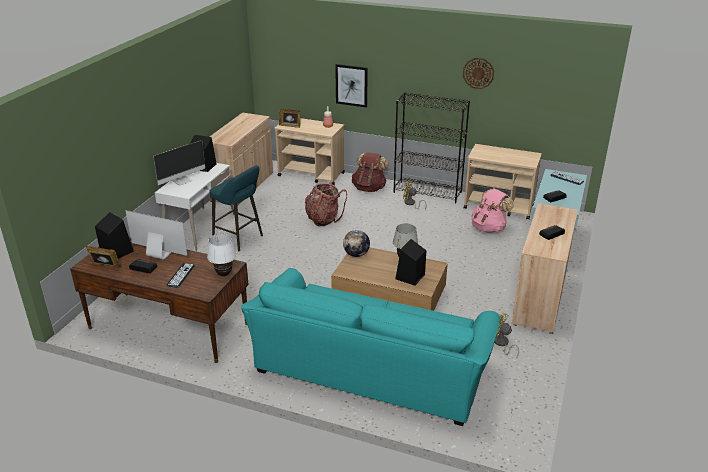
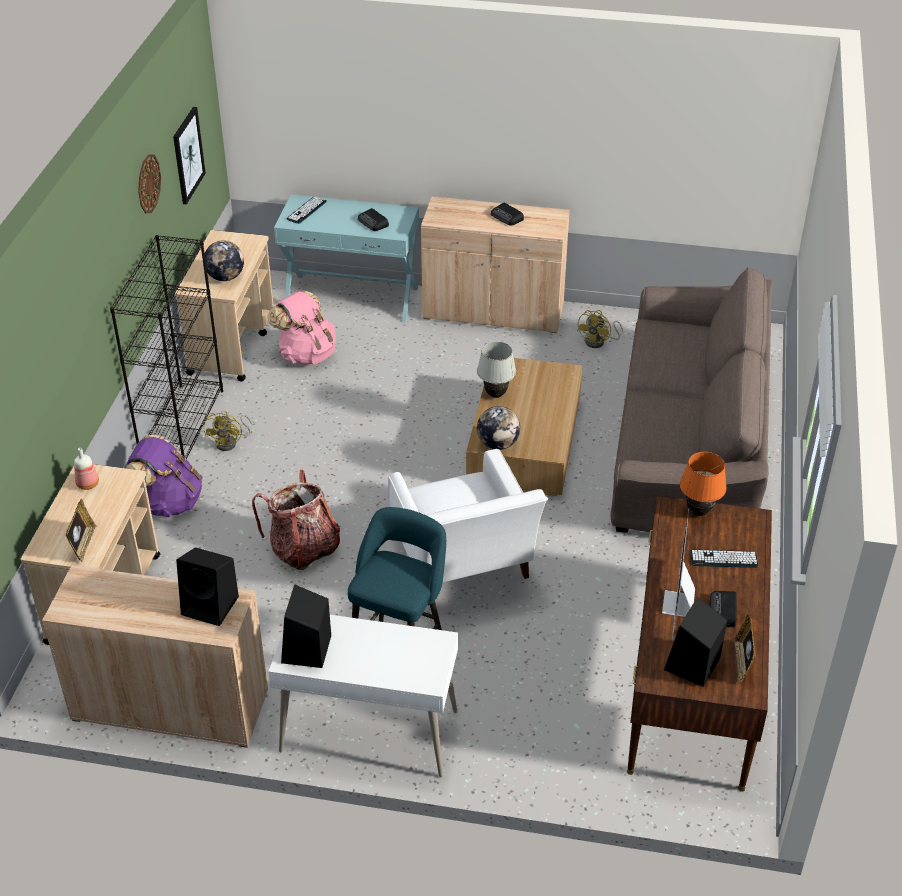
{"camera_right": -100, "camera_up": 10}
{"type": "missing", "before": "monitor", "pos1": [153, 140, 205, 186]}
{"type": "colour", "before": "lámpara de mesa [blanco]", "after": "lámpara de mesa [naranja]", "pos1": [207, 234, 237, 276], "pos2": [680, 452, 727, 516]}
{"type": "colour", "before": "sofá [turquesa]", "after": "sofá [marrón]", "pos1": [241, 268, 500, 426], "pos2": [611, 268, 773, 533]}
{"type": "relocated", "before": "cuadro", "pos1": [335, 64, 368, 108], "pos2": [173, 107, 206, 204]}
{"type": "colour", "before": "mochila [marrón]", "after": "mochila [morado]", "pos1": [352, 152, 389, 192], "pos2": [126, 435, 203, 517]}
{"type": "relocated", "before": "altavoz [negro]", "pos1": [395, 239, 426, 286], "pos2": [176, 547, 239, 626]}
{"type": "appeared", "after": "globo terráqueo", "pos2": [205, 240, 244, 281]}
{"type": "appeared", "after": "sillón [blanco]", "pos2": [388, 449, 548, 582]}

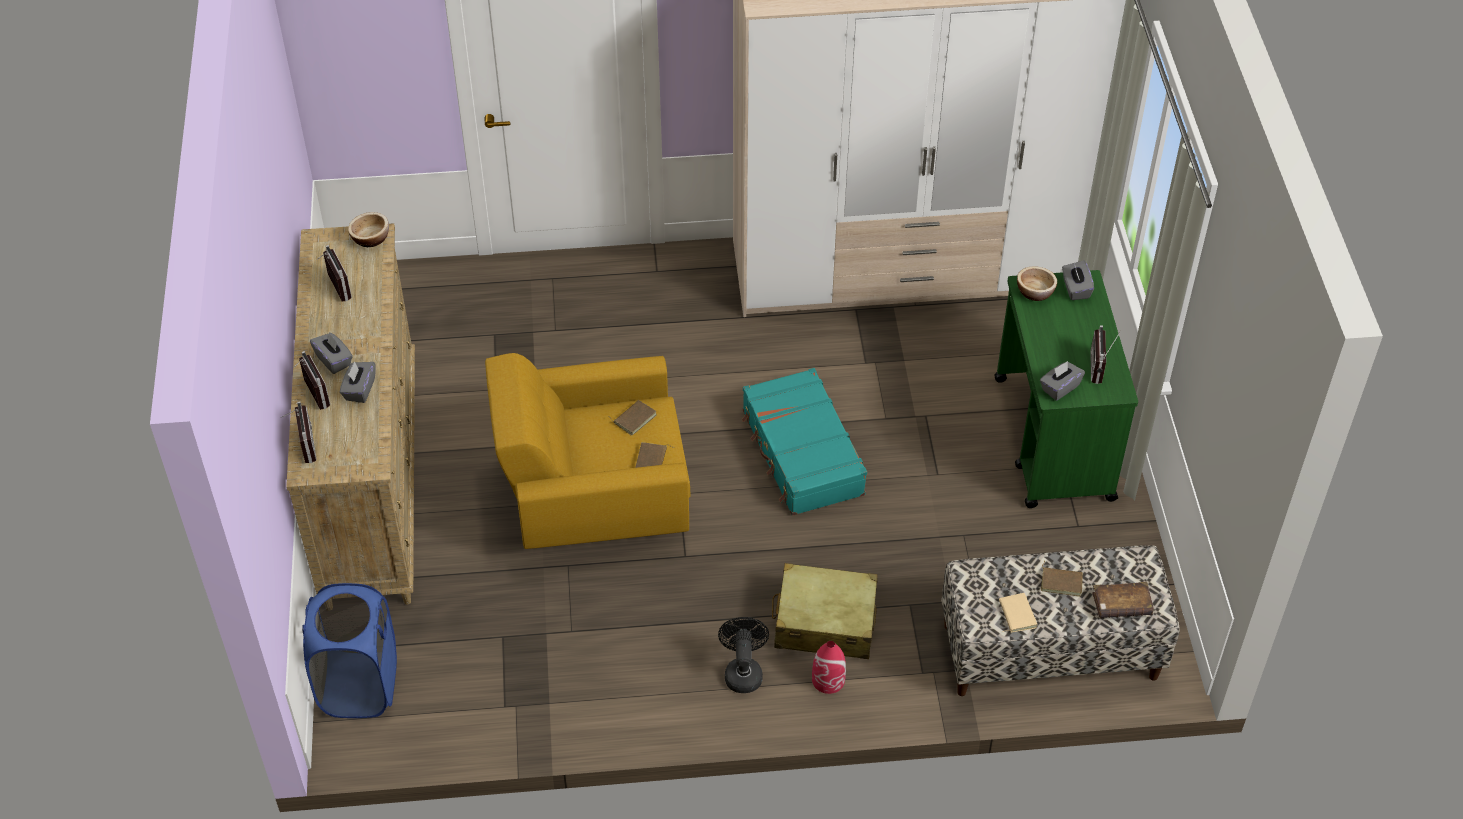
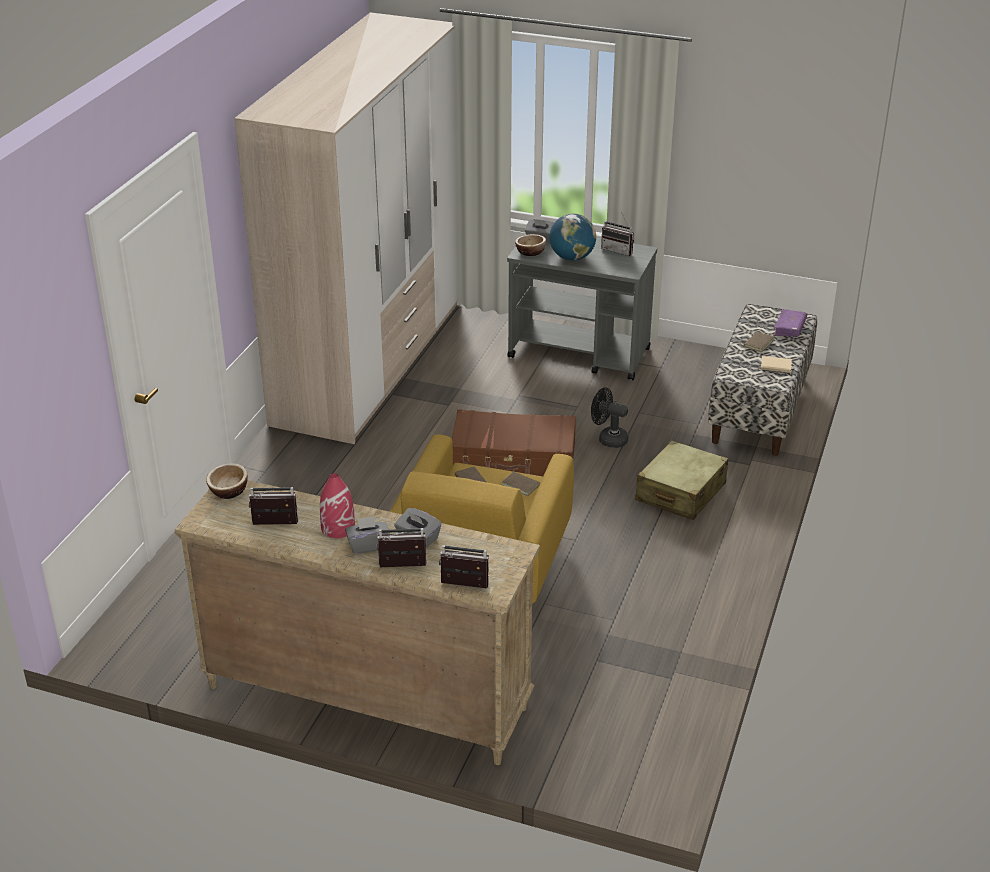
{"camera_right": -65, "camera_up": -15}
{"type": "missing", "before": "cesto de la ropa [azul]", "pos1": [302, 583, 397, 718]}
{"type": "relocated", "before": "ventilador [negro]", "pos1": [718, 617, 769, 693], "pos2": [591, 387, 628, 448]}
{"type": "colour", "before": "maleta [turquesa]", "after": "maleta [marrón]", "pos1": [742, 368, 867, 516], "pos2": [452, 409, 576, 476]}
{"type": "relocated", "before": "florero [rojo]", "pos1": [812, 641, 846, 694], "pos2": [320, 473, 355, 538]}
{"type": "colour", "before": "carrito [verde]", "after": "carrito [gris]", "pos1": [994, 270, 1138, 508], "pos2": [507, 233, 657, 380]}
{"type": "missing", "before": "caja de pañuelos [gris]", "pos1": [1040, 361, 1085, 401]}
{"type": "colour", "before": "libro [marrón]", "after": "libro [morado]", "pos1": [1092, 582, 1154, 618], "pos2": [774, 309, 807, 337]}
{"type": "appeared", "after": "globo terráqueo", "pos2": [550, 214, 596, 261]}

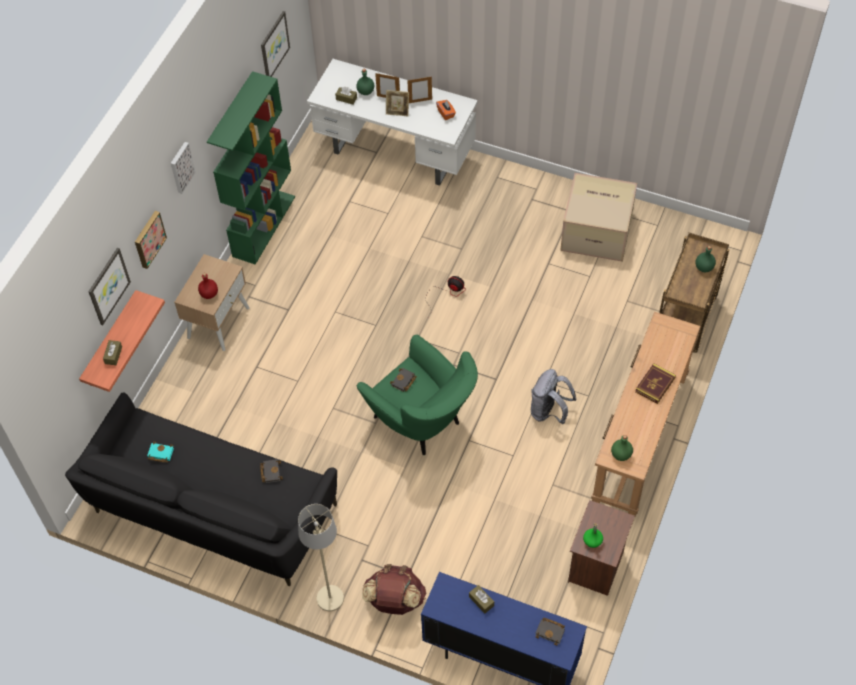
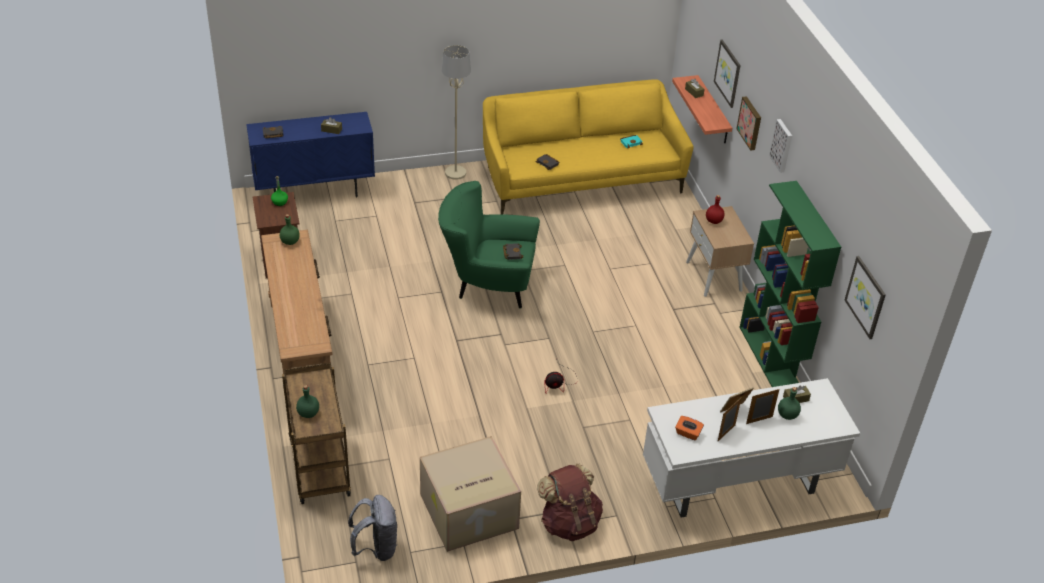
{"camera_right": 140, "camera_up": -15}
{"type": "colour", "before": "sofá [negro]", "after": "sofá [amarillo]", "pos1": [65, 393, 337, 586], "pos2": [483, 79, 694, 214]}
{"type": "relocated", "before": "mochila [marrón]", "pos1": [362, 564, 426, 615], "pos2": [537, 464, 603, 541]}
{"type": "relocated", "before": "mochila [gris]", "pos1": [531, 369, 576, 424], "pos2": [348, 495, 397, 561]}
{"type": "missing", "before": "libro", "pos1": [635, 363, 676, 404]}

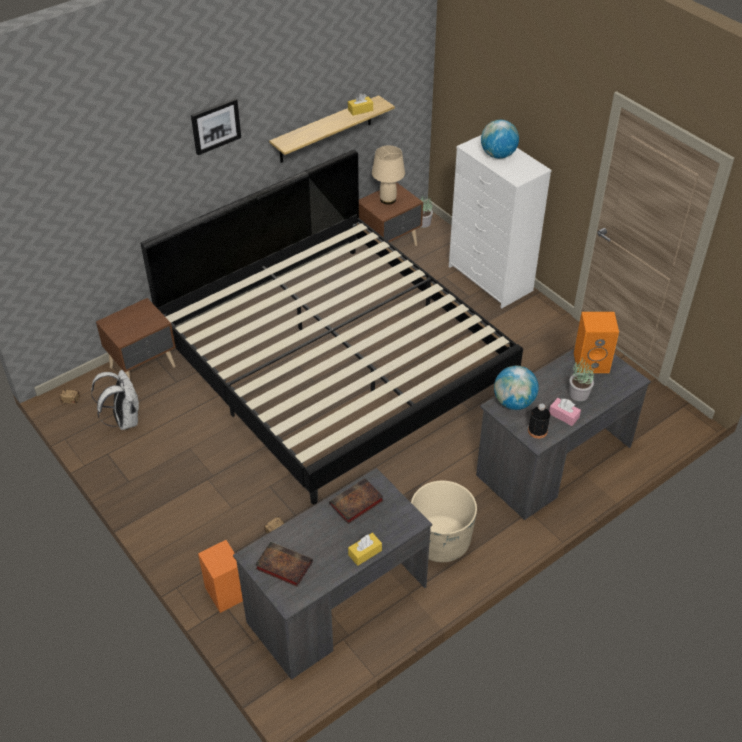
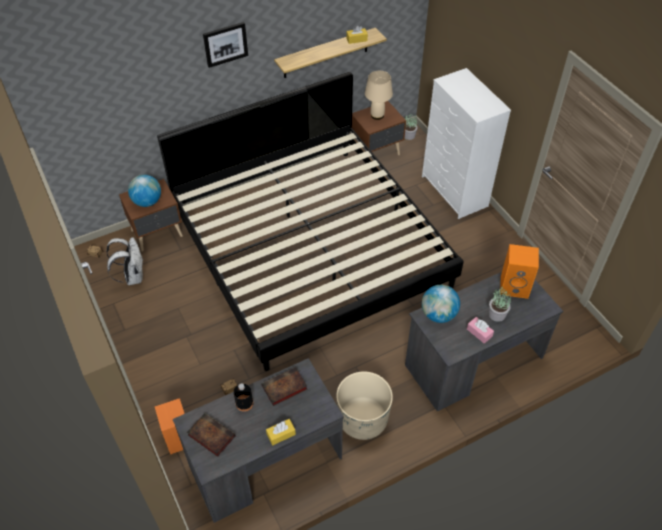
{"camera_right": 10, "camera_up": 5}
{"type": "relocated", "before": "globo terráqueo", "pos1": [481, 120, 519, 159], "pos2": [128, 175, 161, 207]}
{"type": "relocated", "before": "botella [negro]", "pos1": [528, 404, 550, 439], "pos2": [234, 384, 254, 412]}

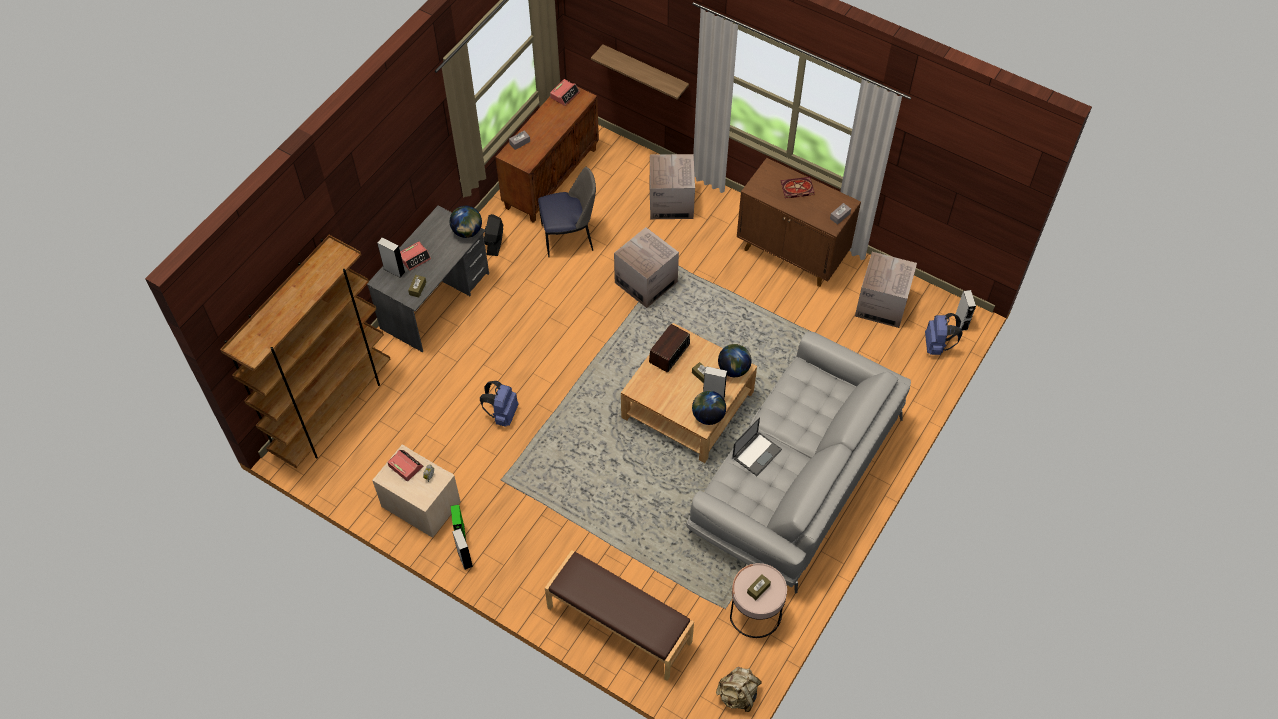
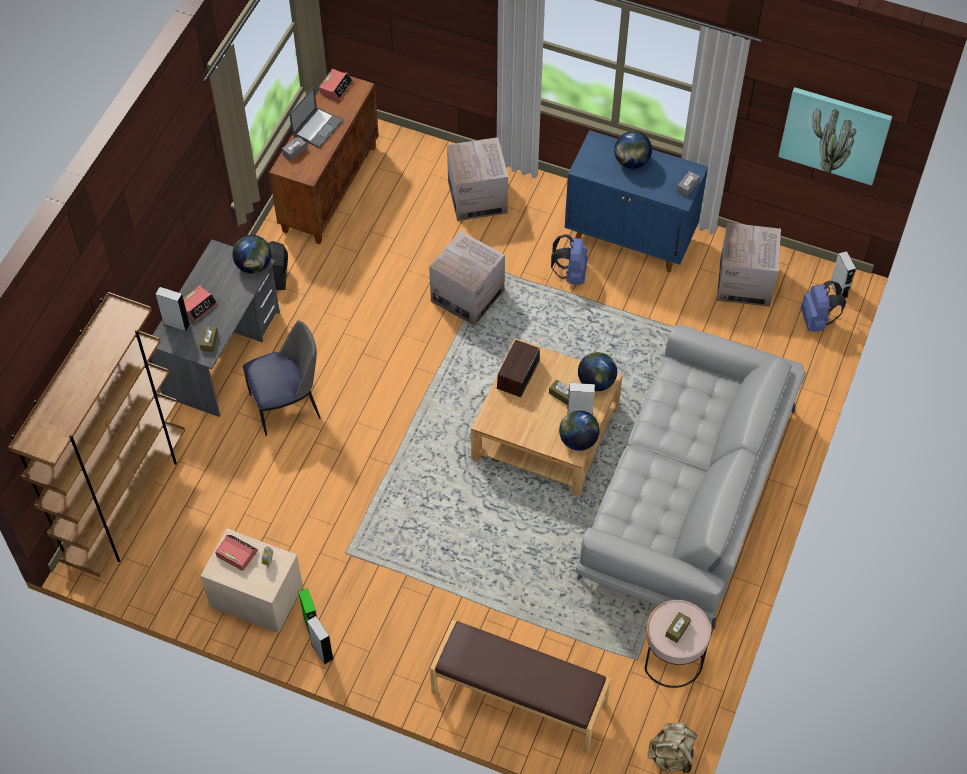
{"camera_right": -10, "camera_up": 0}
{"type": "relocated", "before": "mochila [azul]", "pos1": [480, 381, 519, 427], "pos2": [551, 234, 587, 285]}
{"type": "relocated", "before": "silla", "pos1": [538, 167, 596, 257], "pos2": [243, 320, 321, 436]}
{"type": "missing", "before": "estante", "pos1": [591, 44, 689, 99]}
{"type": "relocated", "before": "portátil", "pos1": [732, 417, 782, 476], "pos2": [289, 87, 343, 148]}
{"type": "colour", "before": "armario [marrón]", "after": "armario [azul]", "pos1": [737, 158, 861, 287], "pos2": [565, 130, 708, 272]}
{"type": "exchanged", "before": "libro", "after": "globo terráqueo", "pos1": [781, 177, 815, 198], "pos2": [614, 131, 652, 169]}
{"type": "appeared", "after": "cuadro", "pos2": [778, 87, 892, 185]}

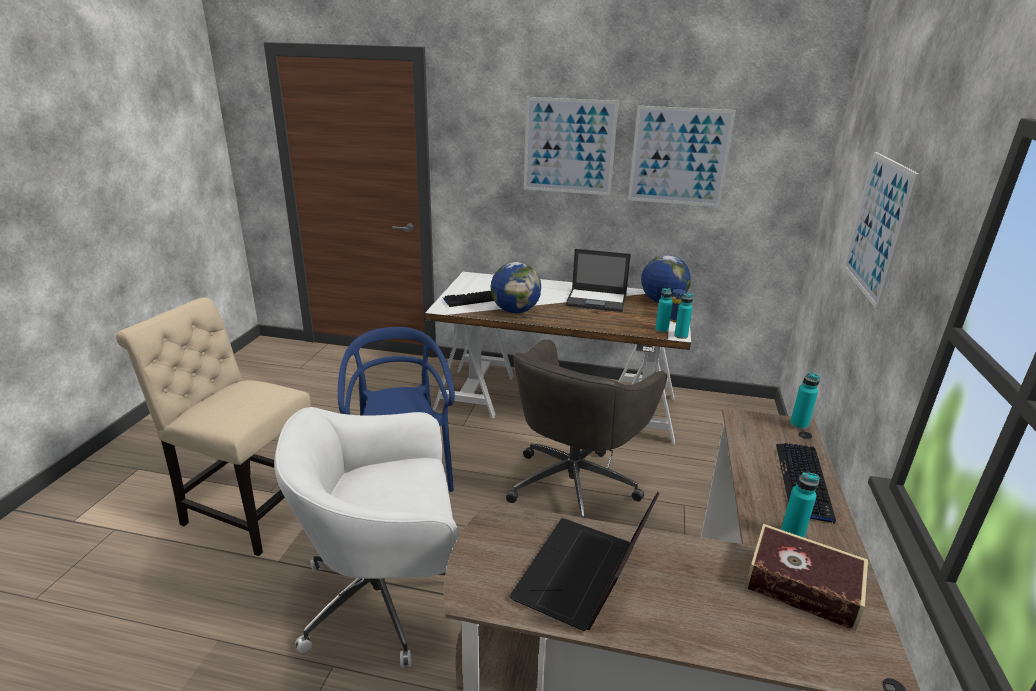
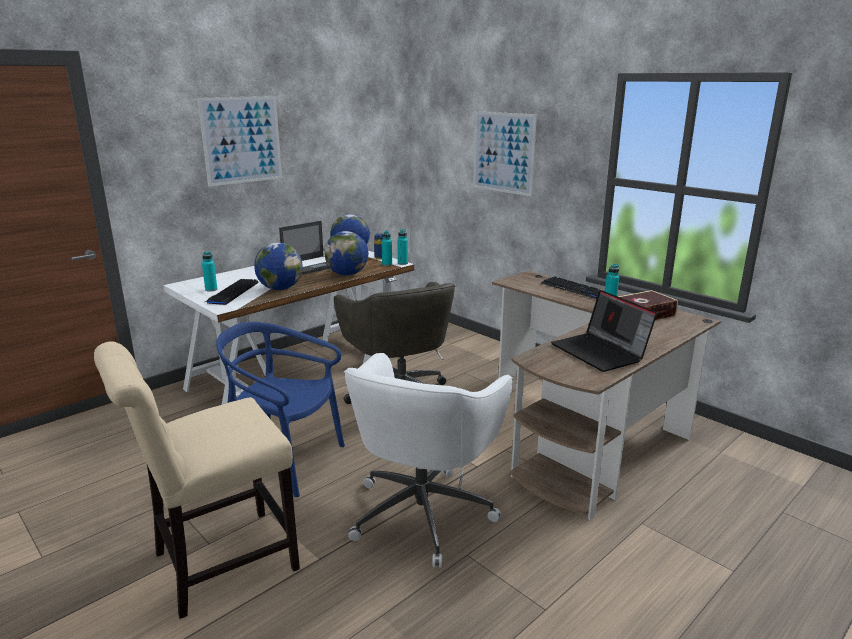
{"camera_right": -55, "camera_up": -5}
{"type": "missing", "before": "cuadro", "pos1": [628, 106, 736, 207]}
{"type": "relocated", "before": "botella [turquesa]", "pos1": [790, 372, 820, 429], "pos2": [202, 251, 217, 292]}
{"type": "appeared", "after": "globo terráqueo", "pos2": [324, 231, 369, 276]}

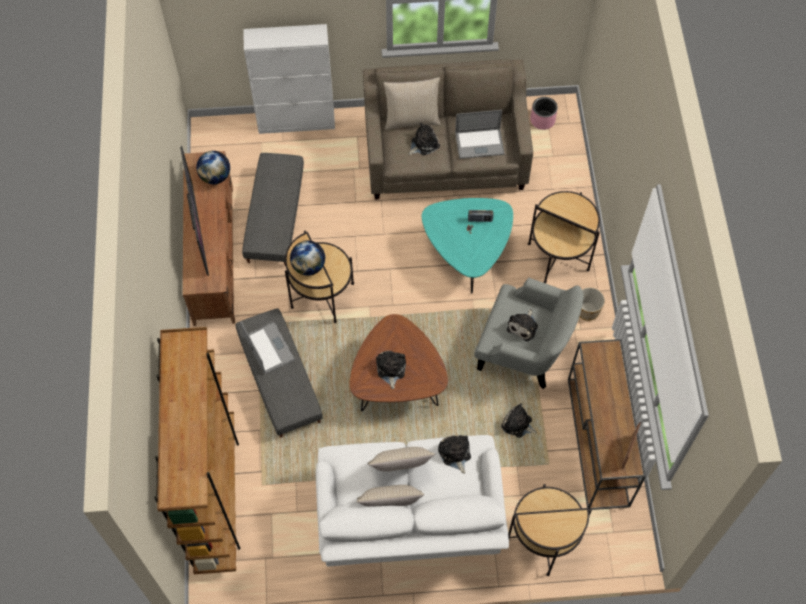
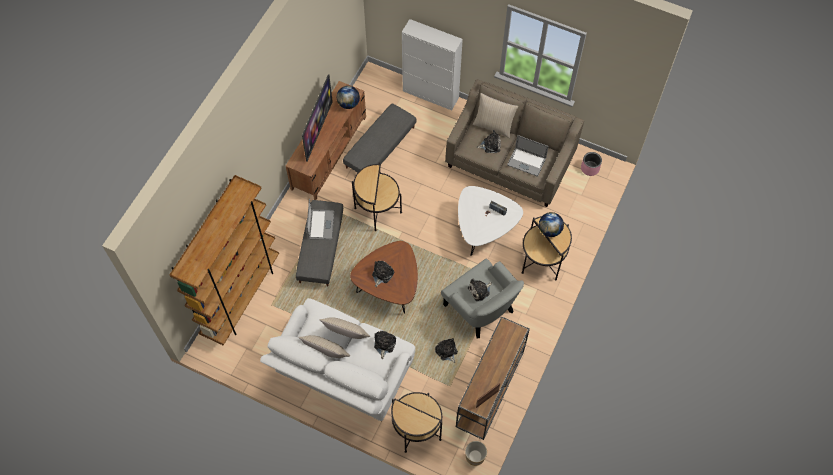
{"camera_right": 30, "camera_up": 0}
{"type": "relocated", "before": "globo terráqueo", "pos1": [290, 240, 325, 276], "pos2": [539, 212, 564, 237]}
{"type": "colour", "before": "mesa de centro [turquesa]", "after": "mesa de centro [blanco]", "pos1": [422, 198, 513, 293], "pos2": [458, 186, 523, 256]}
{"type": "relocated", "before": "maceta", "pos1": [579, 287, 605, 321], "pos2": [465, 441, 487, 466]}

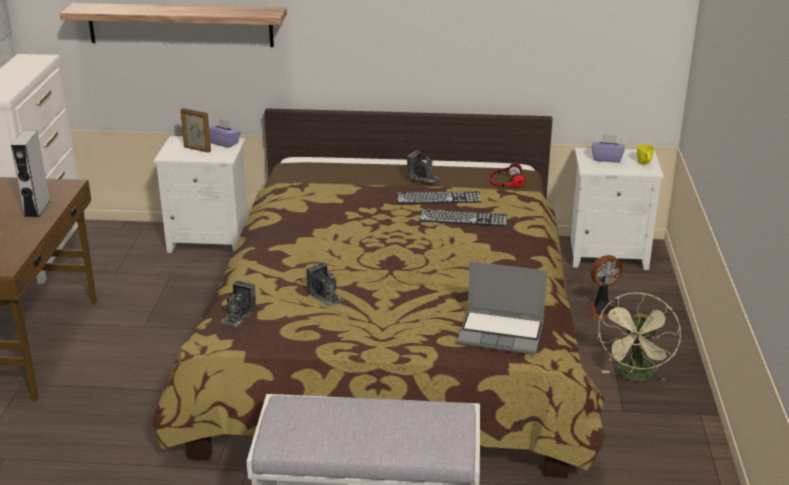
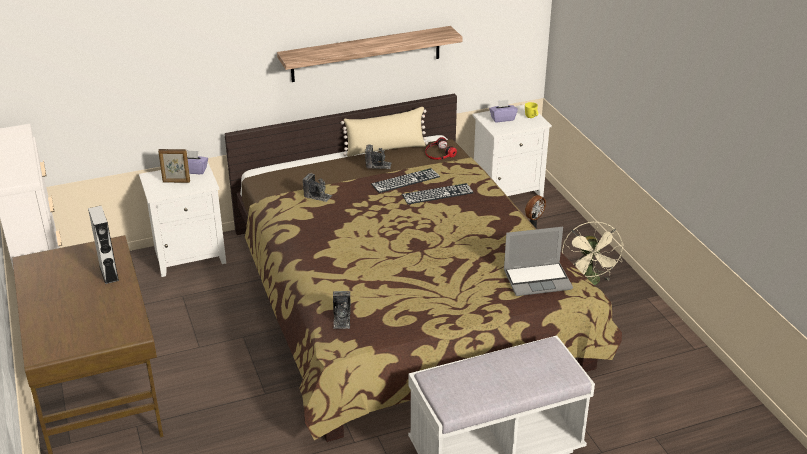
{"camera_right": -25, "camera_up": 5}
{"type": "relocated", "before": "estante", "pos1": [60, 3, 287, 47], "pos2": [277, 26, 463, 82]}
{"type": "relocated", "before": "cámara", "pos1": [306, 262, 344, 307], "pos2": [303, 173, 333, 202]}
{"type": "appeared", "after": "cojín [beis]", "pos2": [341, 107, 428, 157]}

